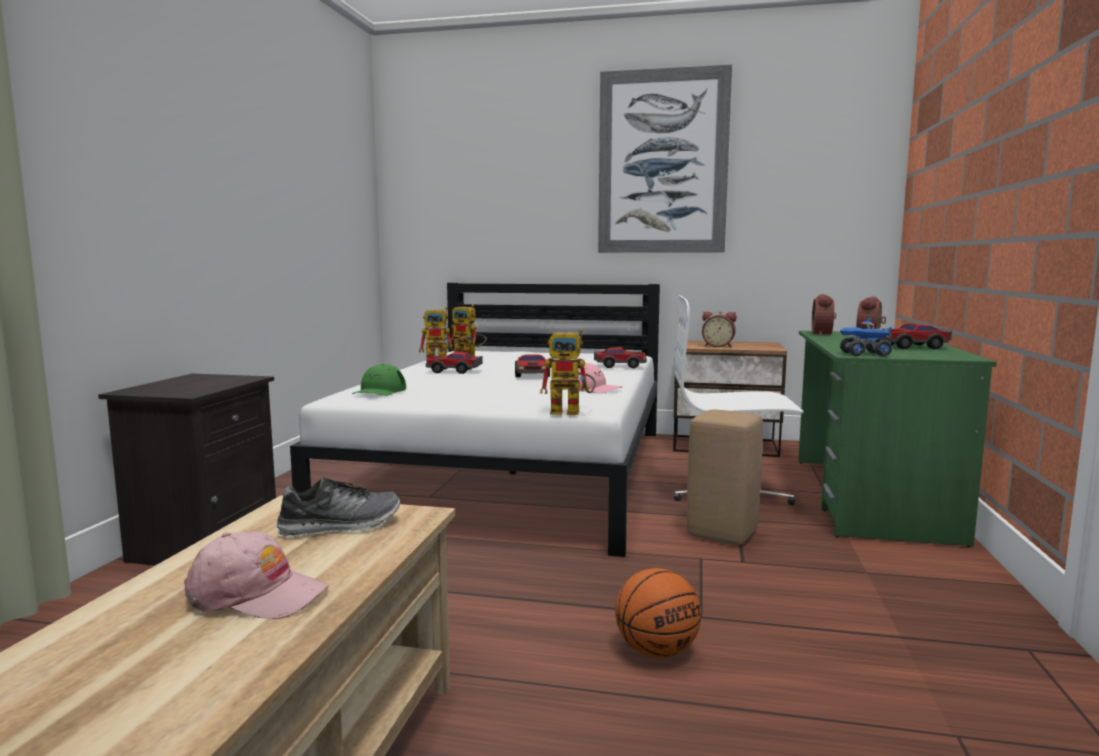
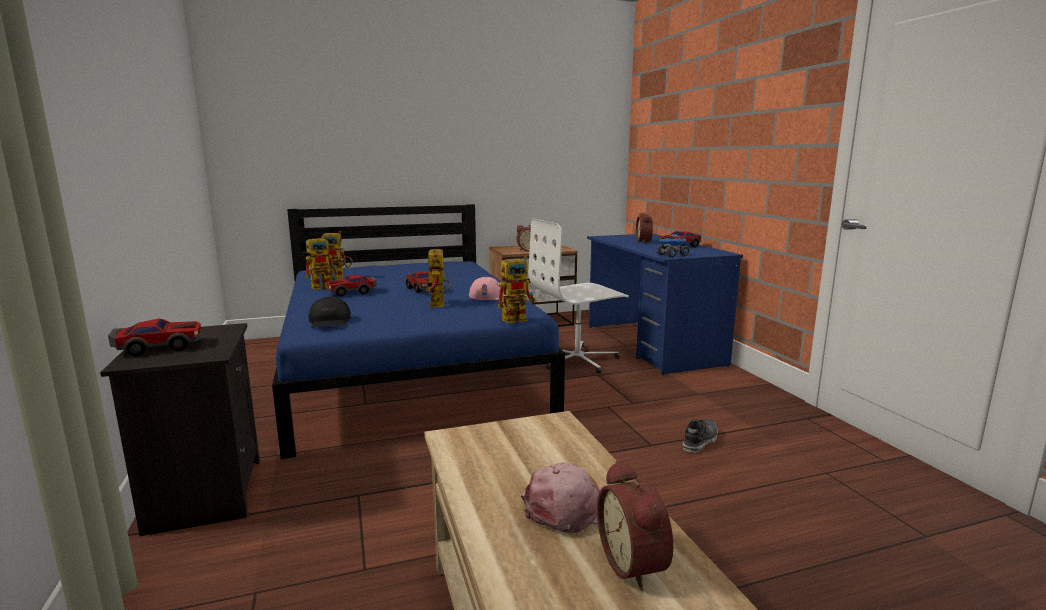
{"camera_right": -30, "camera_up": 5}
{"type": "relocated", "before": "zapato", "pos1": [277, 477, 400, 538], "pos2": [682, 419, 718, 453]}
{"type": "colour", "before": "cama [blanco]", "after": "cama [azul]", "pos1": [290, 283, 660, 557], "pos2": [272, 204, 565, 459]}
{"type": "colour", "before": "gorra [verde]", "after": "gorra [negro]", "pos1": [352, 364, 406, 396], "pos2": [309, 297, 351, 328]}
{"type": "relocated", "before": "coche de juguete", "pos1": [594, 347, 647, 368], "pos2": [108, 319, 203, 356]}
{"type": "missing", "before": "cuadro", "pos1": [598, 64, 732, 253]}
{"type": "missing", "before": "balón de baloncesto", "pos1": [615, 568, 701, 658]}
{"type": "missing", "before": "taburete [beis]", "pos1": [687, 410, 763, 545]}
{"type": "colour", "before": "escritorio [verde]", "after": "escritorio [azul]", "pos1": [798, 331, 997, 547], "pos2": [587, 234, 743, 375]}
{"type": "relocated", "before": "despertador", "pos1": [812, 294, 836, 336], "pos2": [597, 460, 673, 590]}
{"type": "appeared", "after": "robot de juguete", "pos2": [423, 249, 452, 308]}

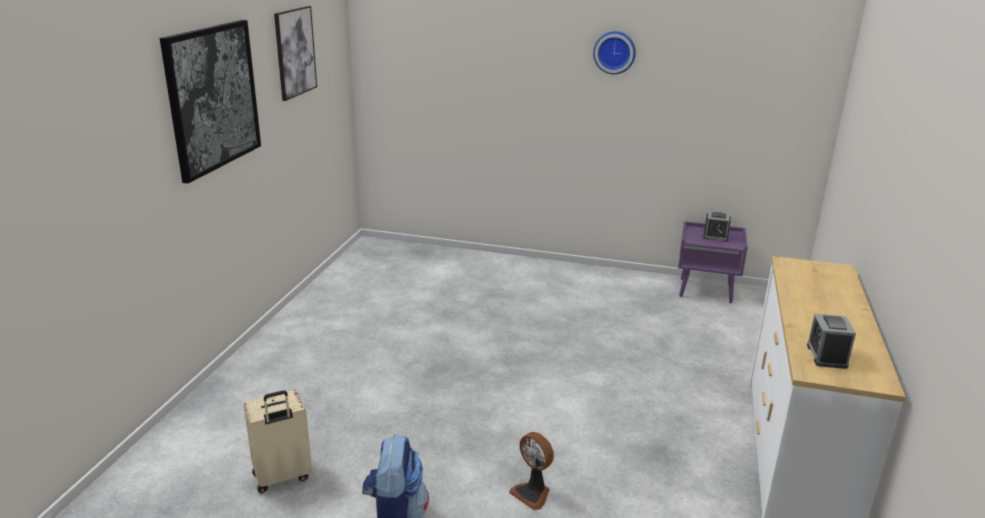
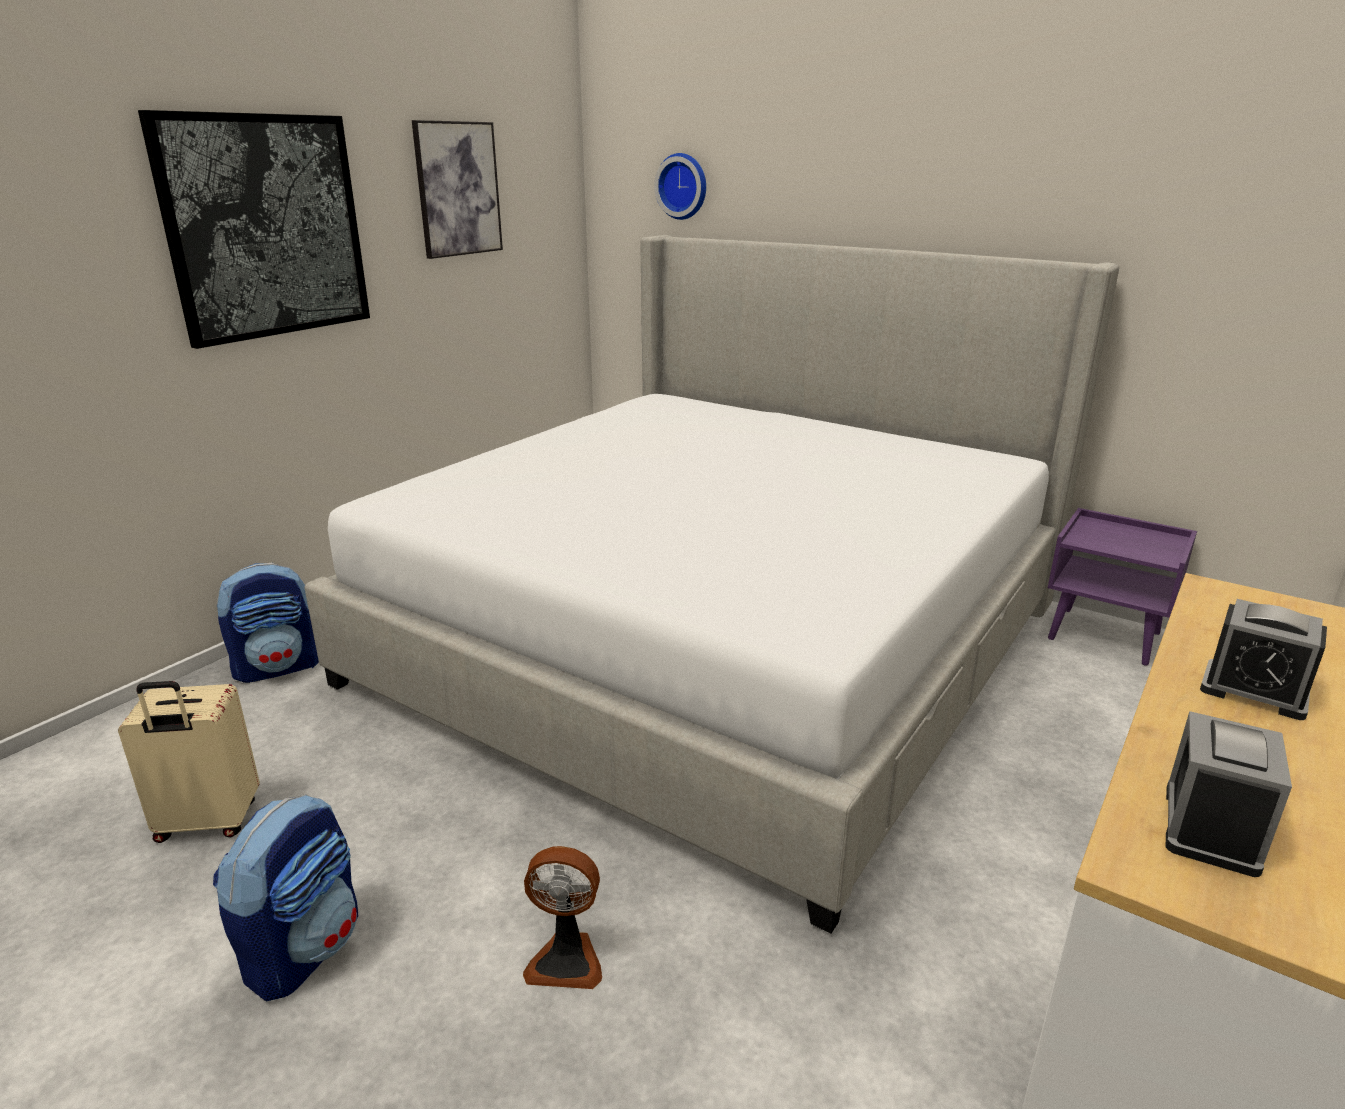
{"camera_right": 20, "camera_up": 0}
{"type": "spun", "before": "ventilador", "pos1": [509, 432, 554, 510], "pos2": [523, 846, 602, 989], "turn": -60}
{"type": "relocated", "before": "reloj de pared", "pos1": [593, 31, 636, 74], "pos2": [654, 153, 706, 220]}
{"type": "relocated", "before": "despertador", "pos1": [702, 212, 731, 242], "pos2": [1200, 599, 1327, 720]}
{"type": "appeared", "after": "mochila", "pos2": [216, 563, 319, 683]}
{"type": "appeared", "after": "cama", "pos2": [304, 235, 1119, 934]}

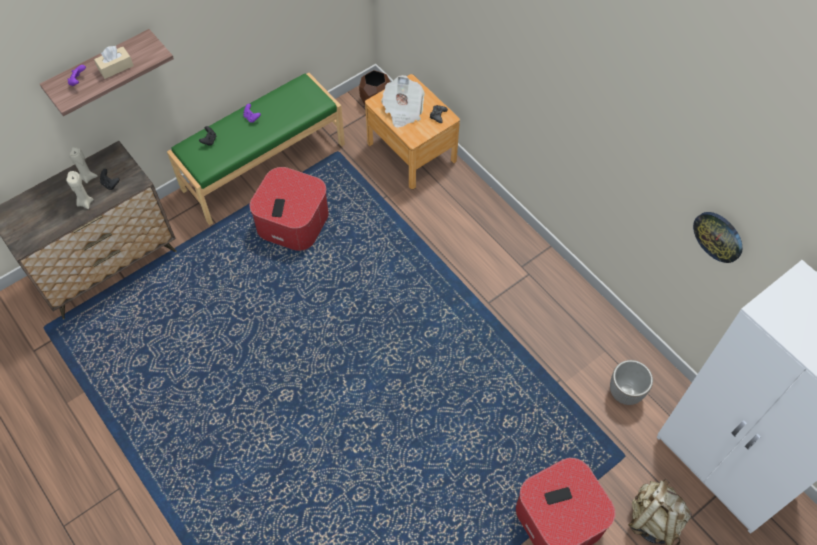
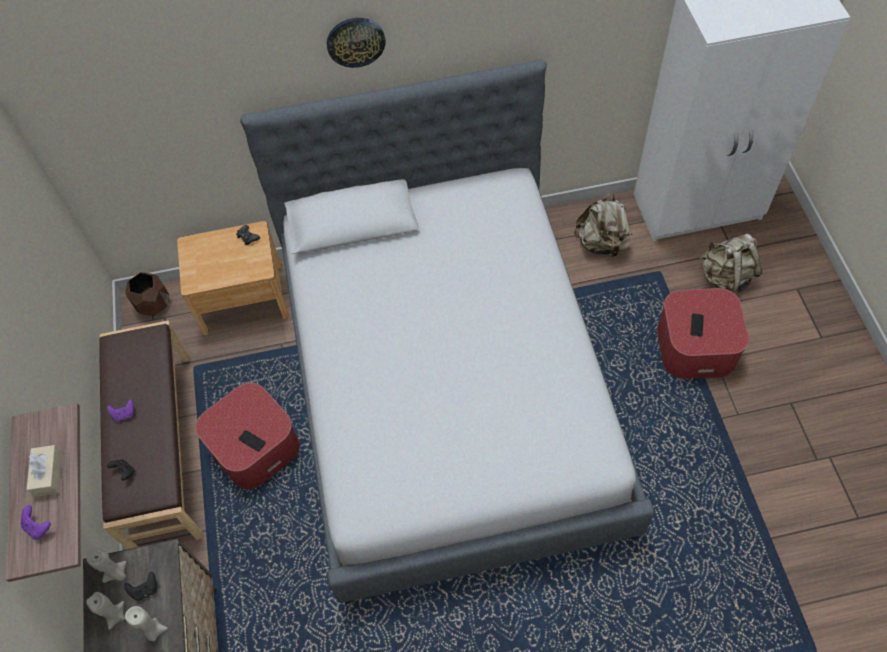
{"camera_right": -60, "camera_up": 0}
{"type": "colour", "before": "banco [verde]", "after": "banco [marrón]", "pos1": [167, 73, 345, 225], "pos2": [100, 320, 204, 549]}
{"type": "missing", "before": "periódico", "pos1": [381, 75, 425, 128]}
{"type": "exchanged", "before": "maceta", "after": "mochila [beis]", "pos1": [610, 360, 653, 405], "pos2": [574, 193, 633, 258]}
{"type": "relocated", "before": "reloj de pared", "pos1": [693, 212, 743, 263], "pos2": [327, 18, 386, 68]}
{"type": "appeared", "after": "vela [beis]", "pos2": [86, 548, 126, 583]}
{"type": "appeared", "after": "cama", "pos2": [240, 59, 654, 603]}

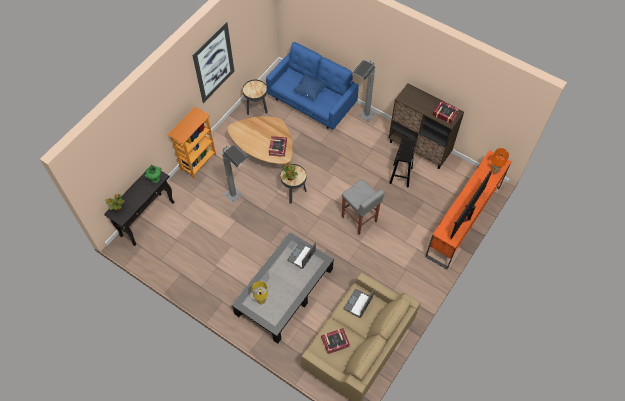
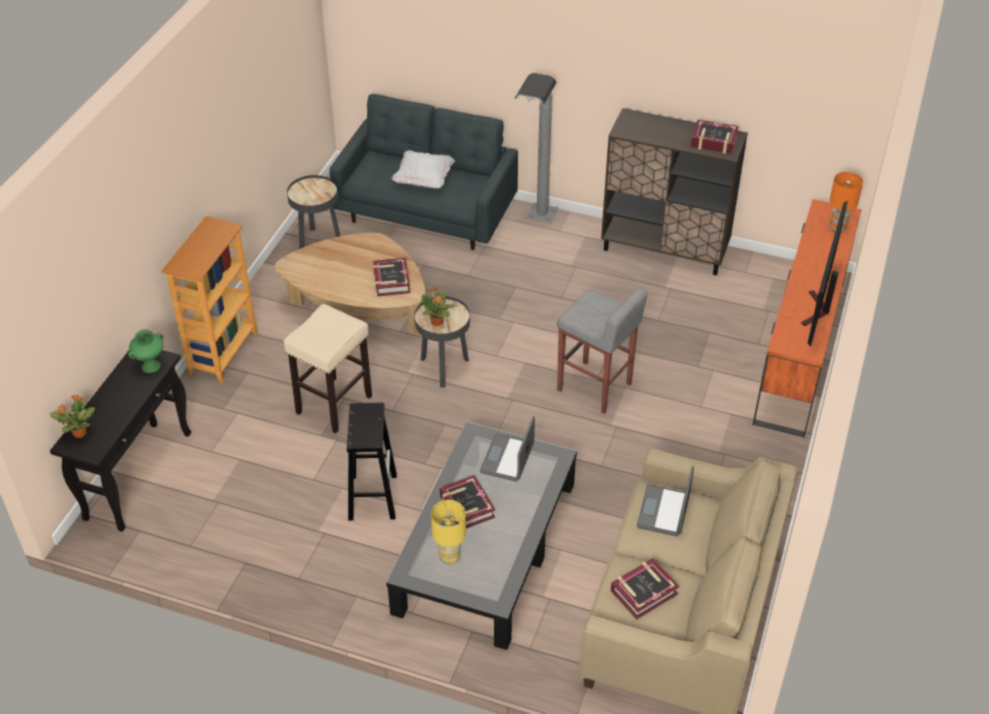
{"camera_right": -15, "camera_up": -15}
{"type": "missing", "before": "cuadro", "pos1": [192, 22, 234, 103]}
{"type": "exchanged", "before": "lámpara de pie [gris]", "after": "taburete [beis]", "pos1": [222, 145, 250, 203], "pos2": [284, 304, 372, 433]}
{"type": "colour", "before": "sofá [azul]", "after": "sofá [gris]", "pos1": [266, 42, 359, 129], "pos2": [329, 94, 518, 250]}
{"type": "colour", "before": "cojín [azul]", "after": "cojín [blanco]", "pos1": [294, 74, 327, 100], "pos2": [392, 150, 455, 189]}
{"type": "relocated", "before": "taburete [negro]", "pos1": [389, 139, 415, 188], "pos2": [347, 403, 397, 520]}
{"type": "appeared", "after": "libro", "pos2": [440, 476, 495, 528]}

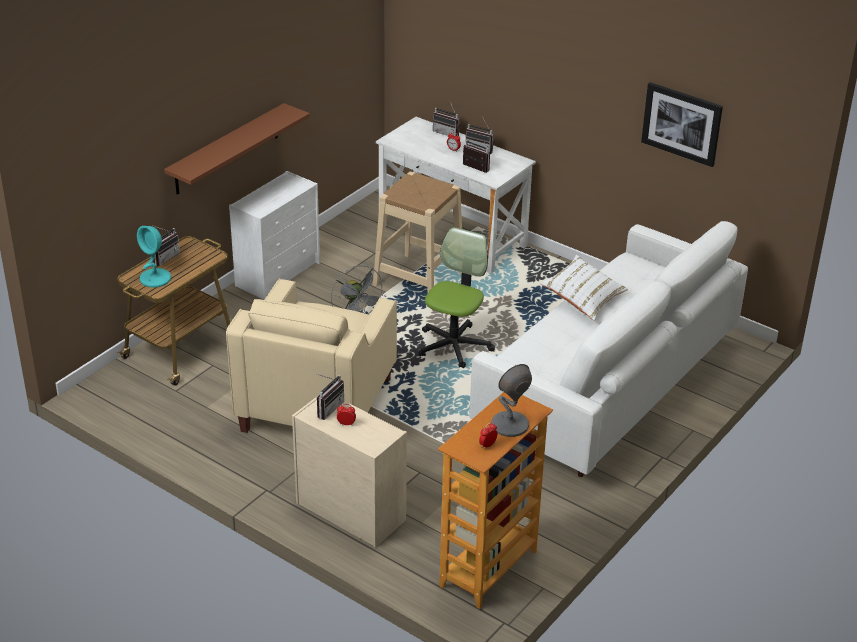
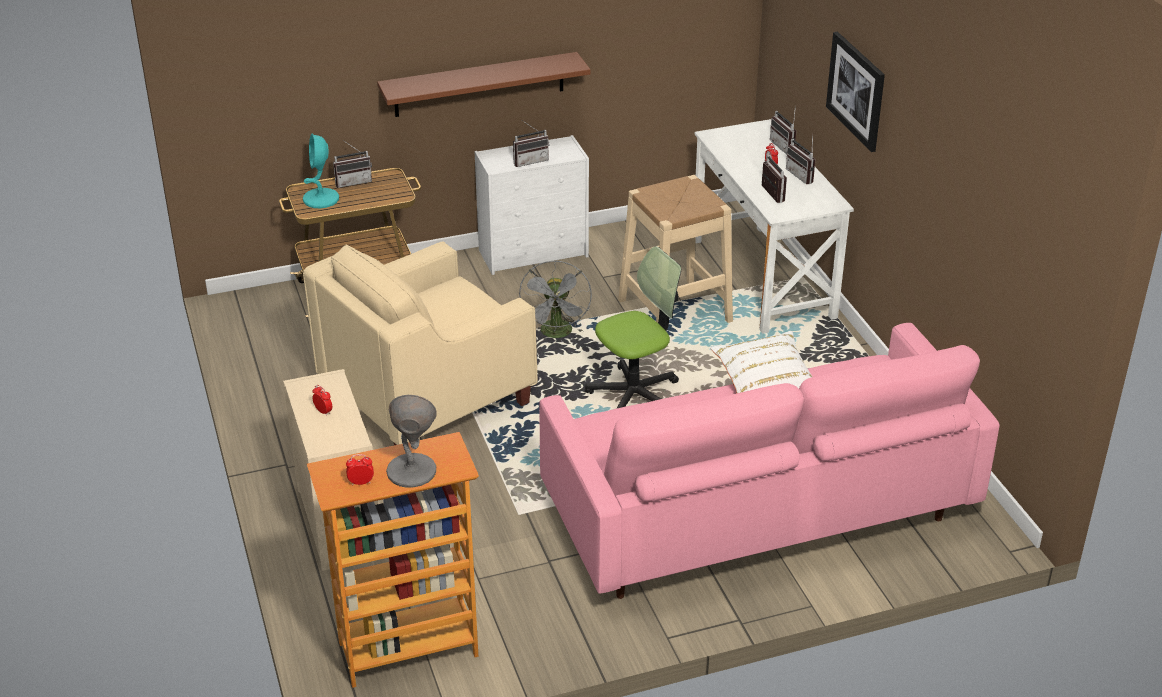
{"camera_right": 35, "camera_up": 0}
{"type": "relocated", "before": "radio", "pos1": [316, 374, 344, 420], "pos2": [513, 121, 550, 167]}
{"type": "colour", "before": "sofá [blanco]", "after": "sofá [rosa]", "pos1": [469, 221, 748, 477], "pos2": [539, 323, 1000, 599]}
{"type": "relocated", "before": "cuadro", "pos1": [641, 82, 723, 167], "pos2": [826, 32, 885, 152]}

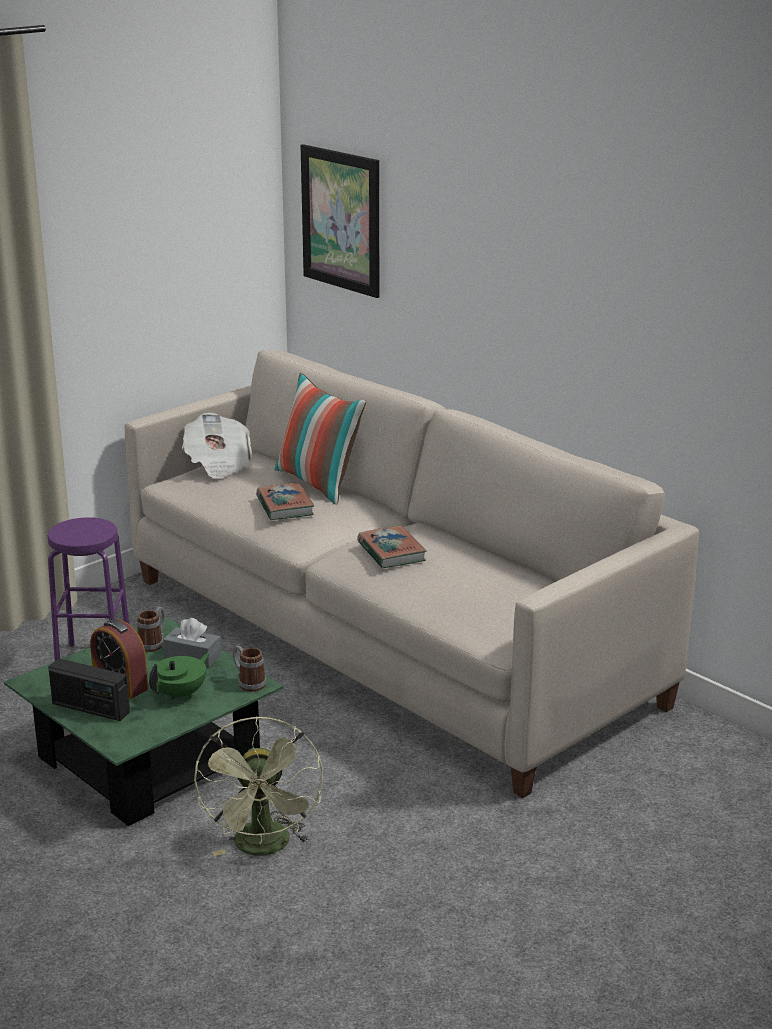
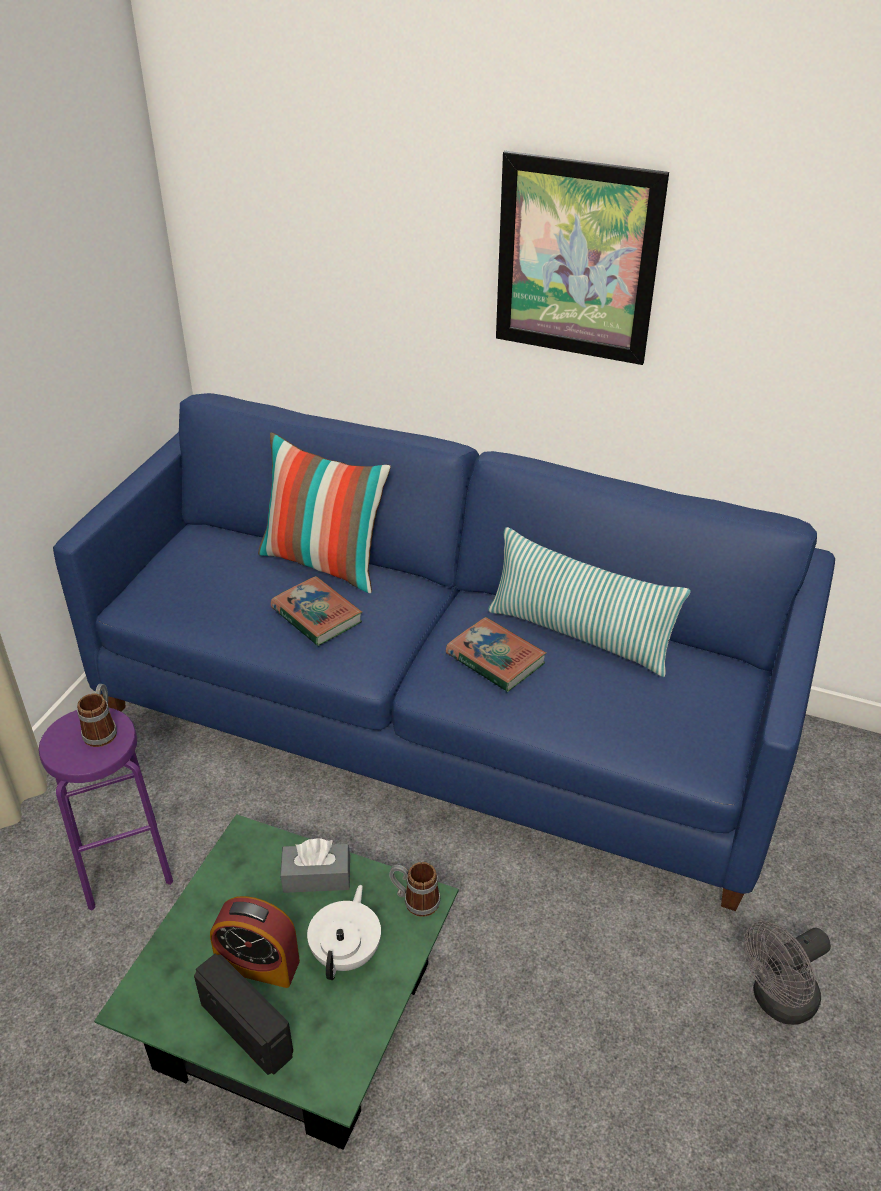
{"camera_right": -25, "camera_up": 15}
{"type": "spun", "before": "radio", "pos1": [48, 659, 130, 721], "pos2": [194, 954, 293, 1075], "turn": -135}
{"type": "colour", "before": "sofá [beis]", "after": "sofá [azul]", "pos1": [125, 350, 699, 798], "pos2": [53, 393, 835, 911]}
{"type": "relocated", "before": "taza grande", "pos1": [137, 607, 166, 652], "pos2": [77, 684, 117, 747]}
{"type": "colour", "before": "tetera [verde]", "after": "tetera [blanco]", "pos1": [149, 653, 209, 700], "pos2": [307, 885, 381, 980]}
{"type": "missing", "before": "periódico", "pos1": [182, 413, 252, 479]}
{"type": "missing", "before": "ventilador [verde]", "pos1": [194, 716, 323, 856]}
{"type": "relocated", "before": "cuadro", "pos1": [301, 144, 379, 298], "pos2": [496, 151, 669, 365]}
{"type": "appeared", "after": "cojín", "pos2": [488, 527, 691, 677]}
{"type": "appeared", "after": "ventilador [gris]", "pos2": [744, 921, 831, 1025]}

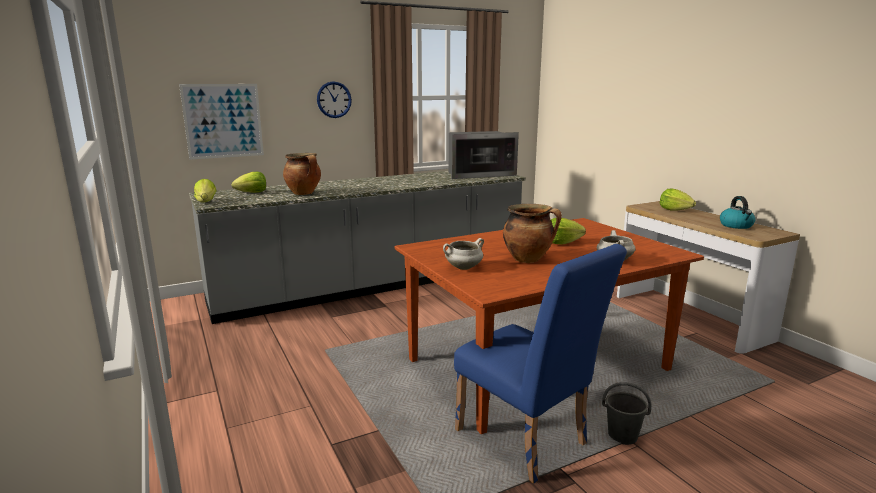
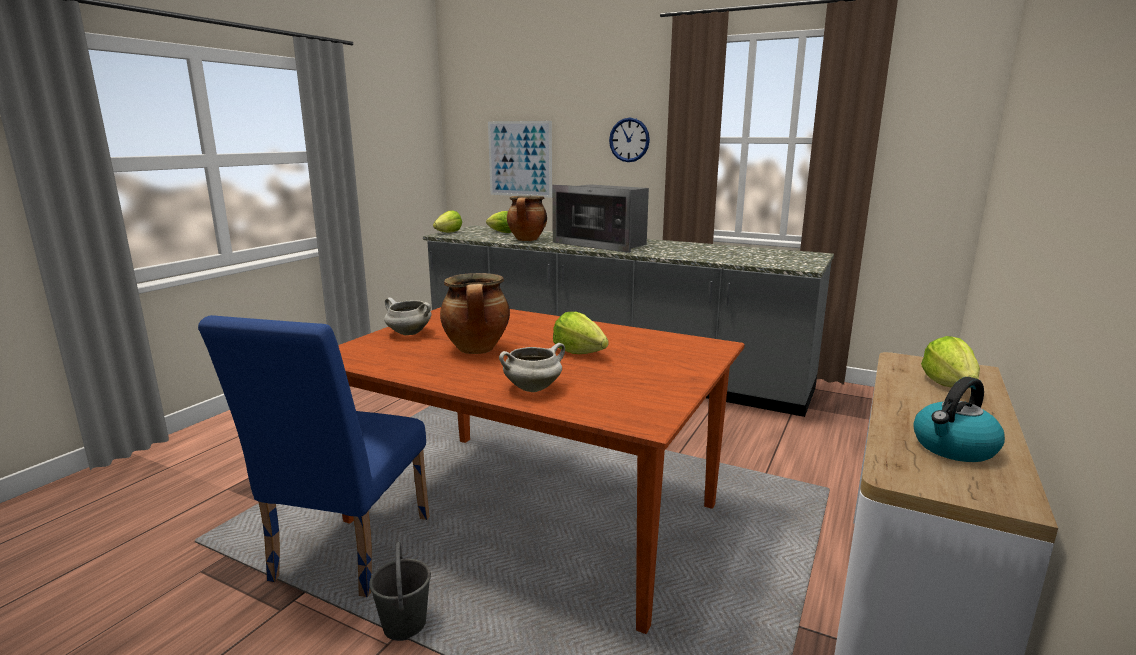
{"camera_right": 55, "camera_up": 0}
{"type": "relocated", "before": "microondas", "pos1": [449, 131, 519, 179], "pos2": [552, 184, 649, 253]}

